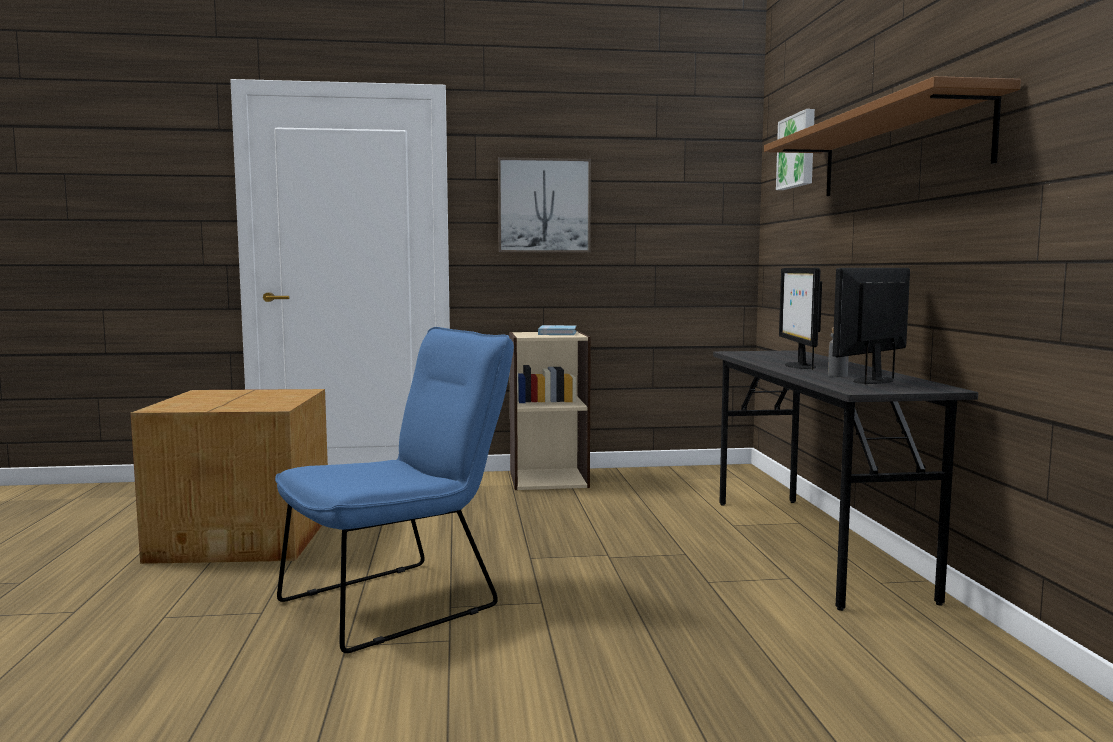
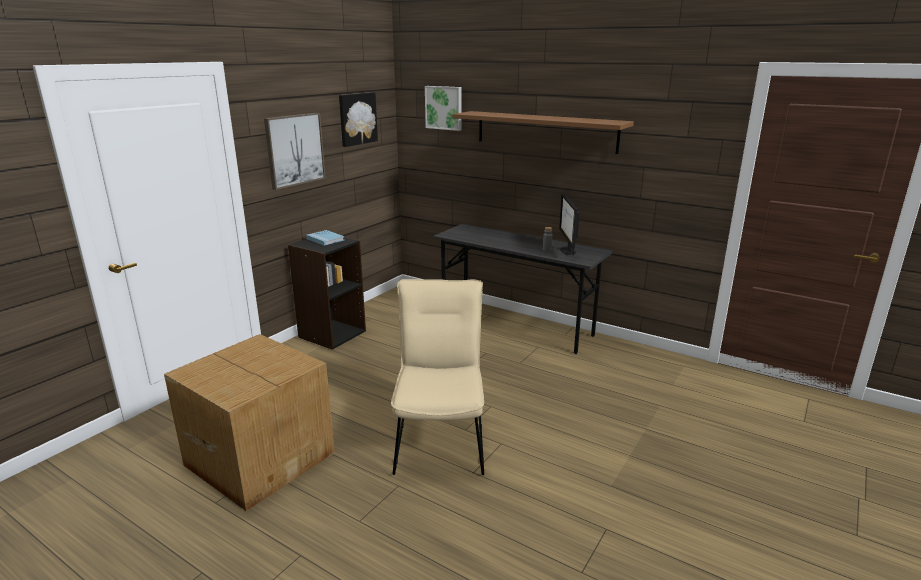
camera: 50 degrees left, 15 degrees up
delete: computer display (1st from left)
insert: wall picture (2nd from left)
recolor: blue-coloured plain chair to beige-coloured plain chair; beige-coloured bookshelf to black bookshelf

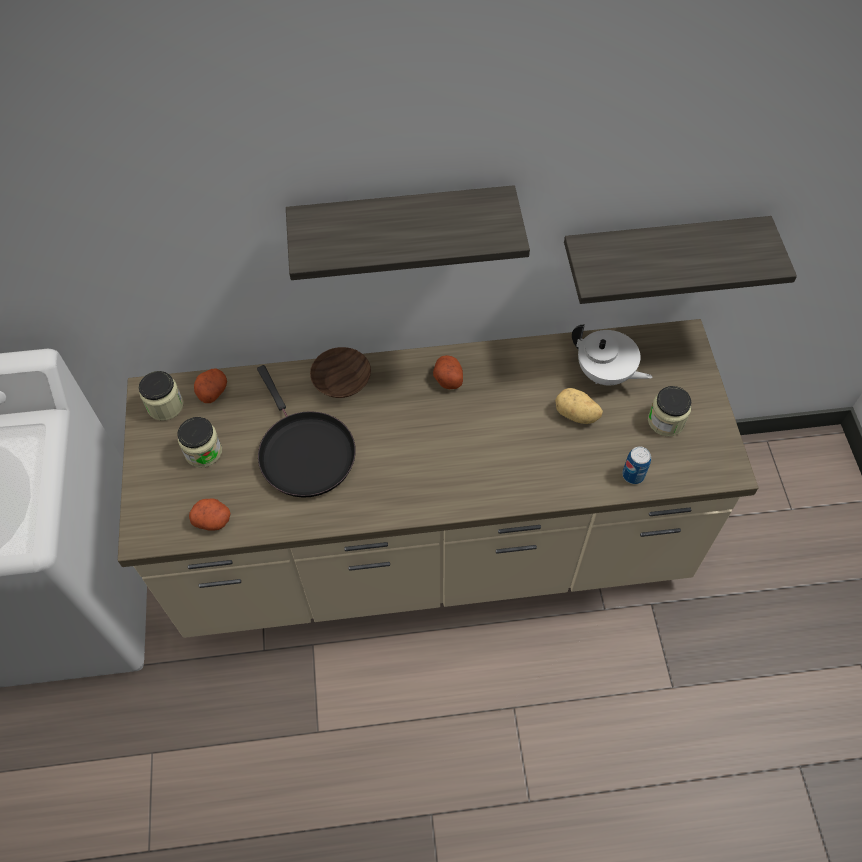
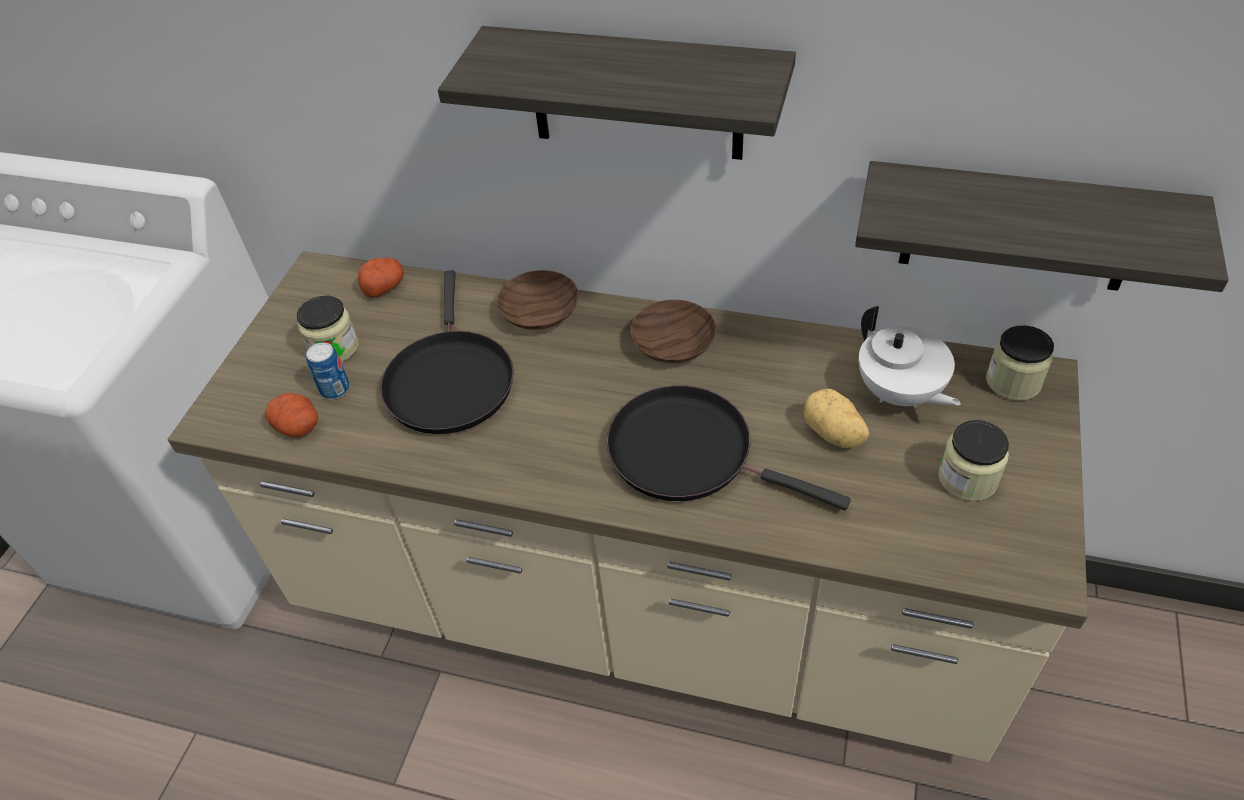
camera: 25 degrees right, 10 degrees down
insert: black frying pan (2nd from left)
move: storage jar (1st from left in the first image) to storage jar (3rd from left); metal can
replace: whole potato (3rd from left) to brown-coloured bowl (2nd from left)

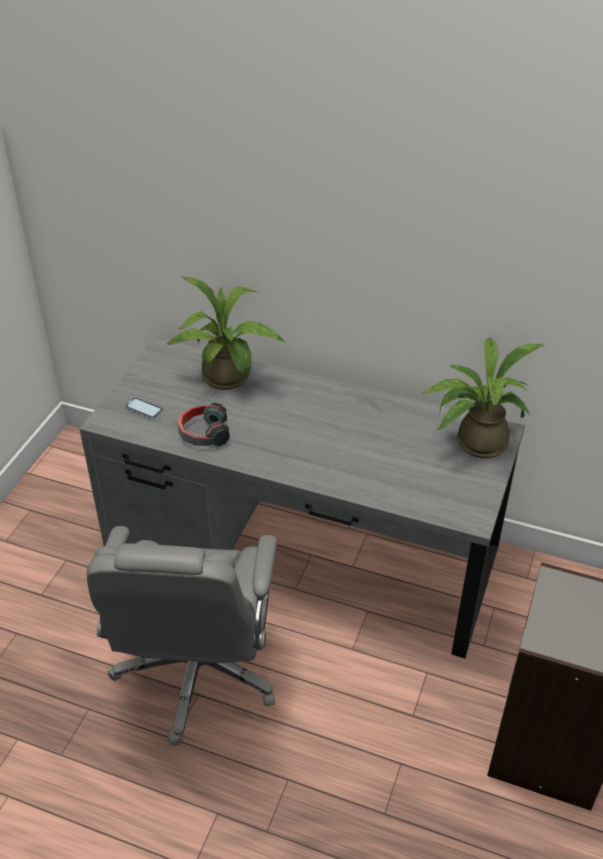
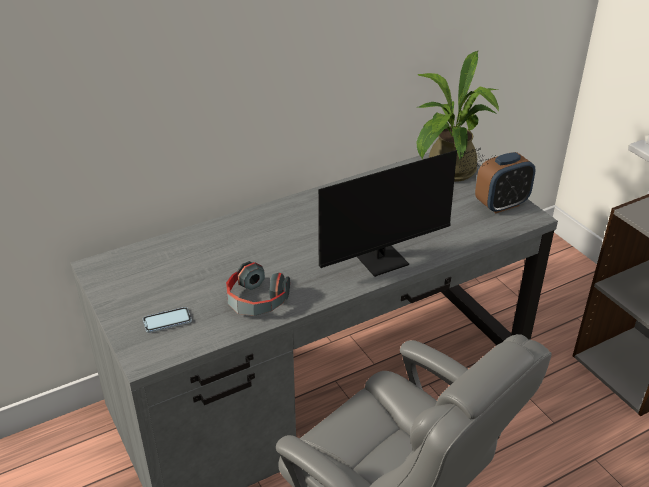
camera: 50 degrees left, 5 degrees down
delete: plant in a pot (1st from left)
insert: computer display; alarm clock

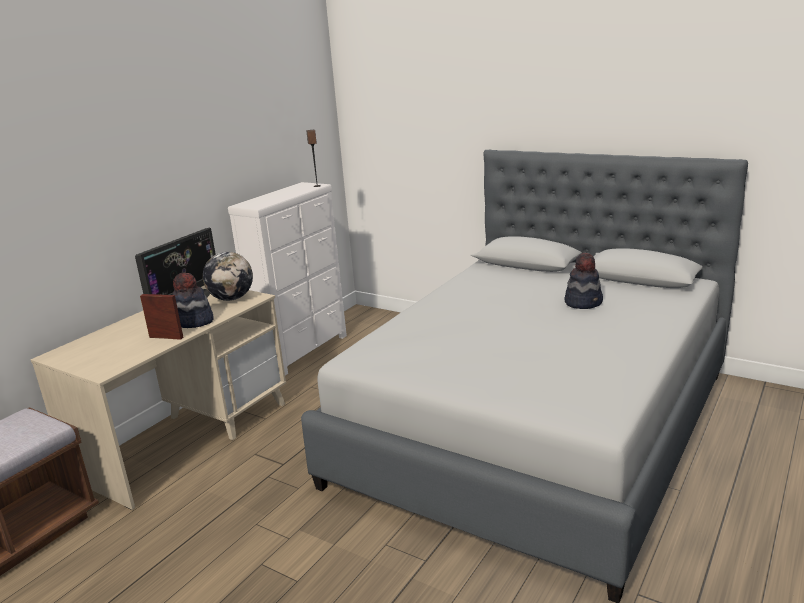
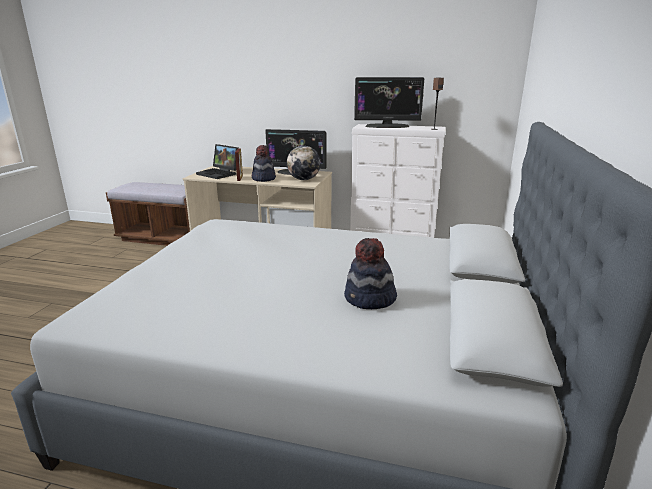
camera: 70 degrees right, 0 degrees up
insert: laptop; computer display (2nd from left)

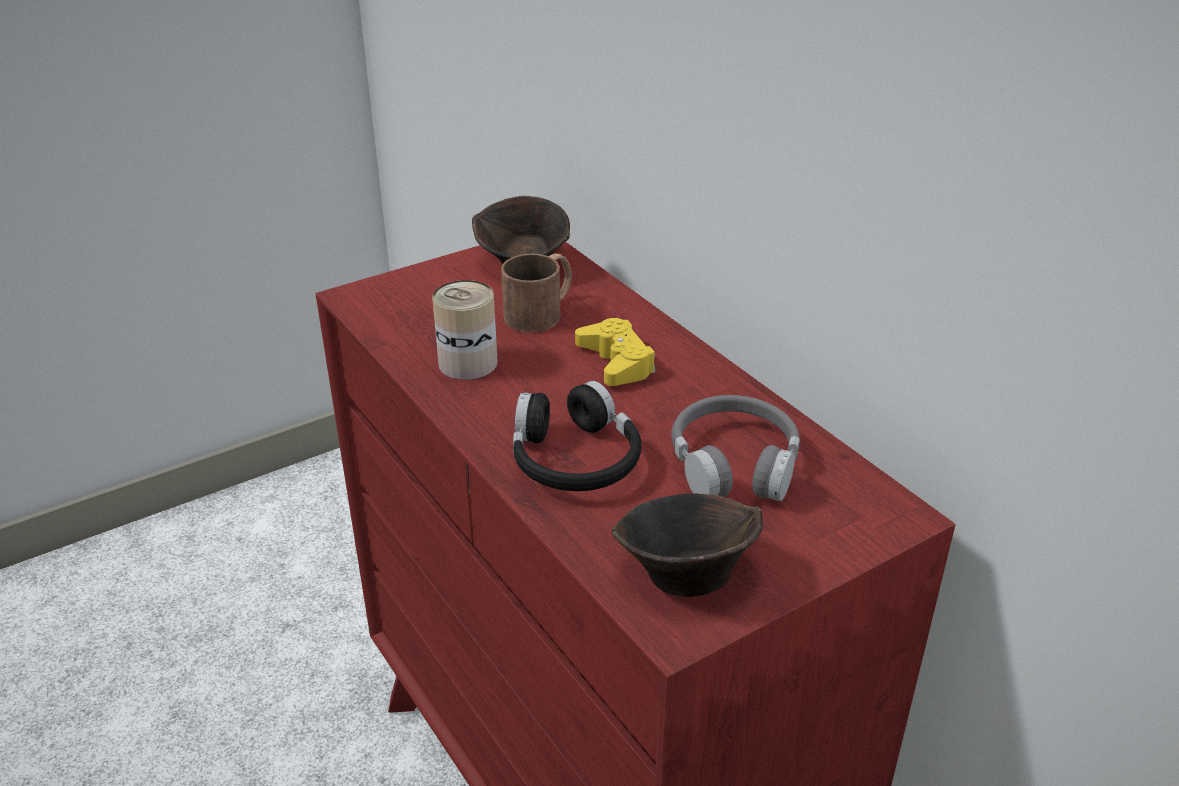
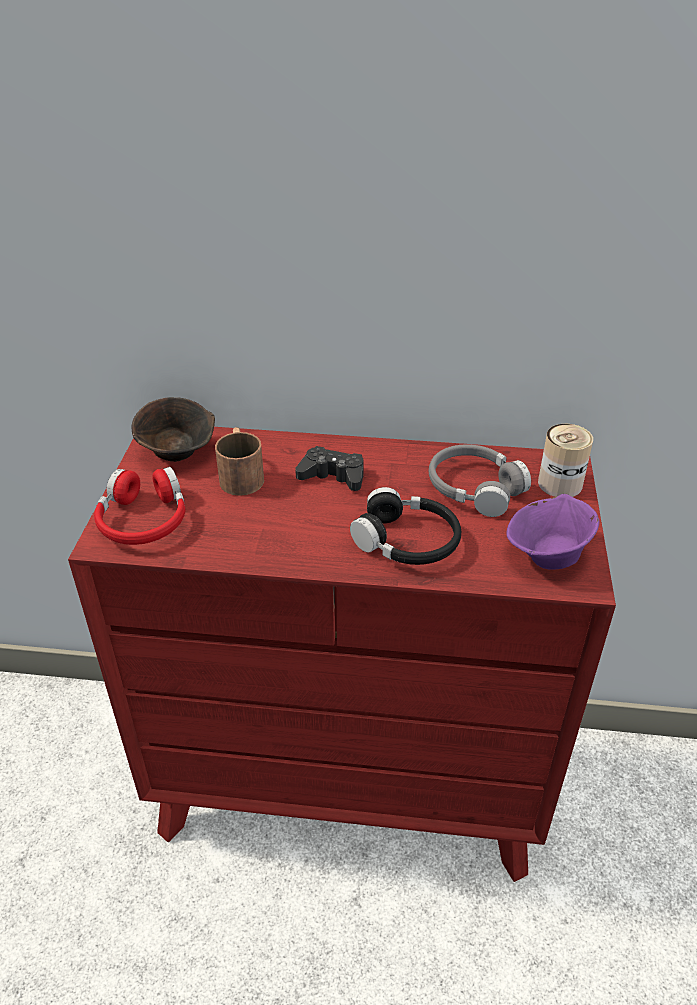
camera: 50 degrees left, 5 degrees up
insert: red-coloured pair of headphones
move: metal can
recolor: yellowish game controller to black game controller; brown-coloured bowl (2nd from left) to purple bowl

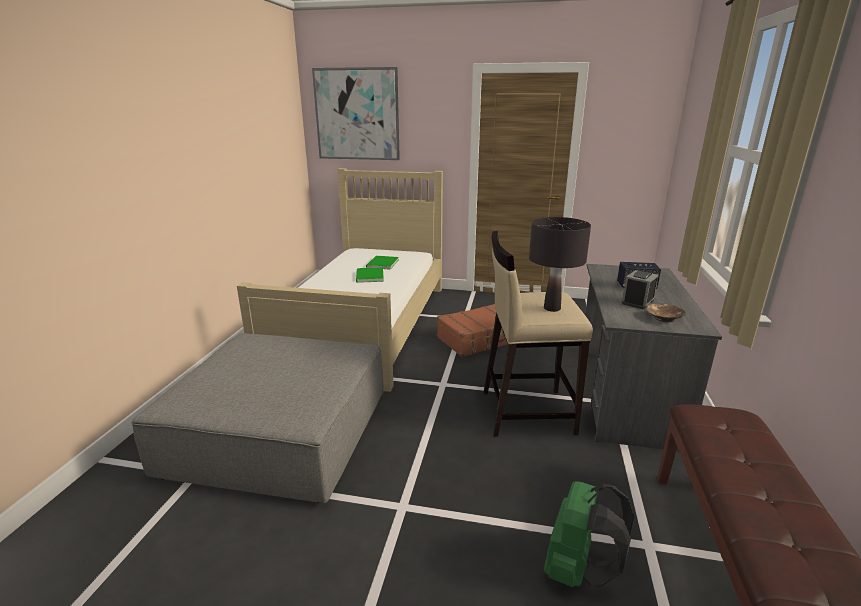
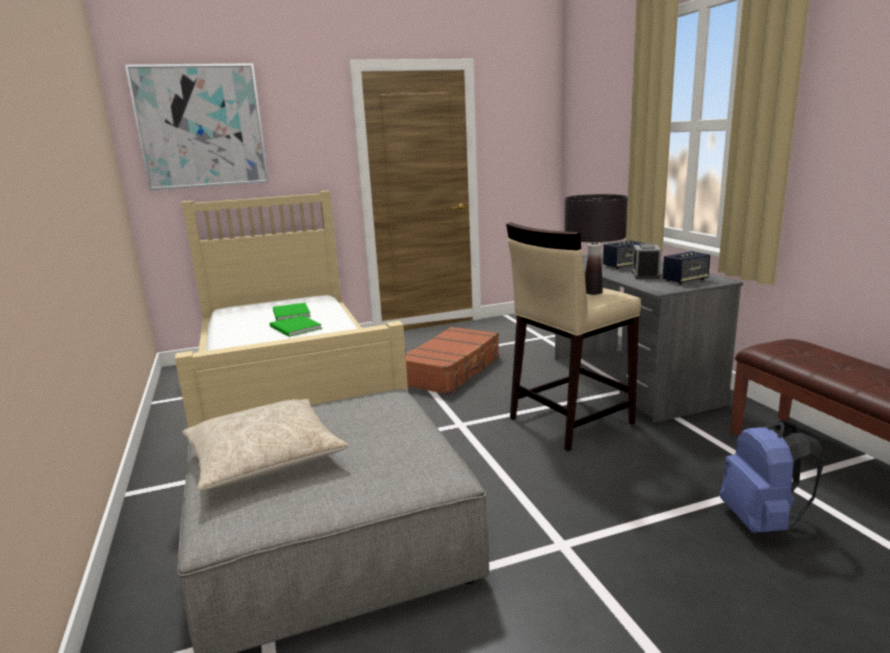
camera: 30 degrees left, 5 degrees down
insert: beige-coloured cushion
replace: brown-coloured bowl to audio speaker (2nd from left)
recolor: greenish rucksack to blue-coloured rucksack

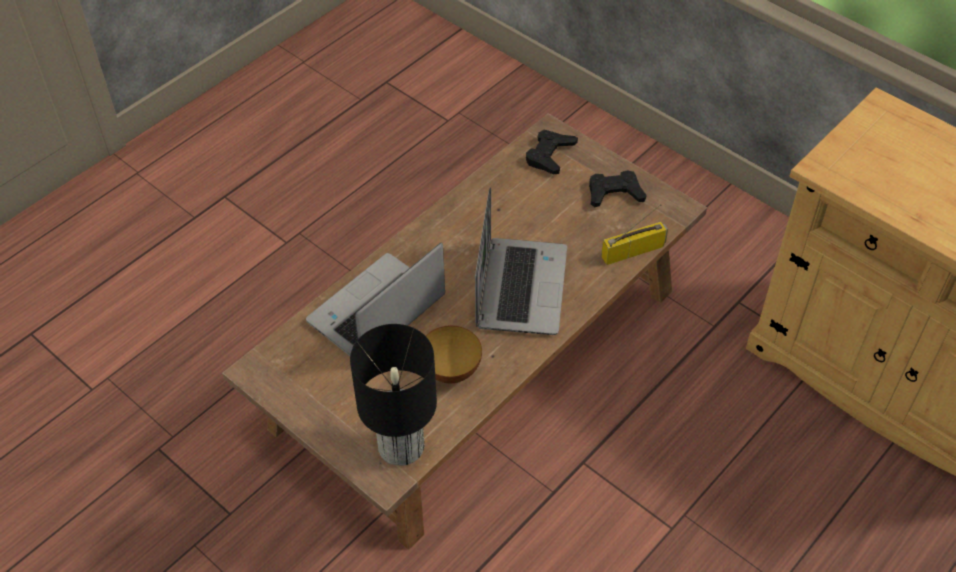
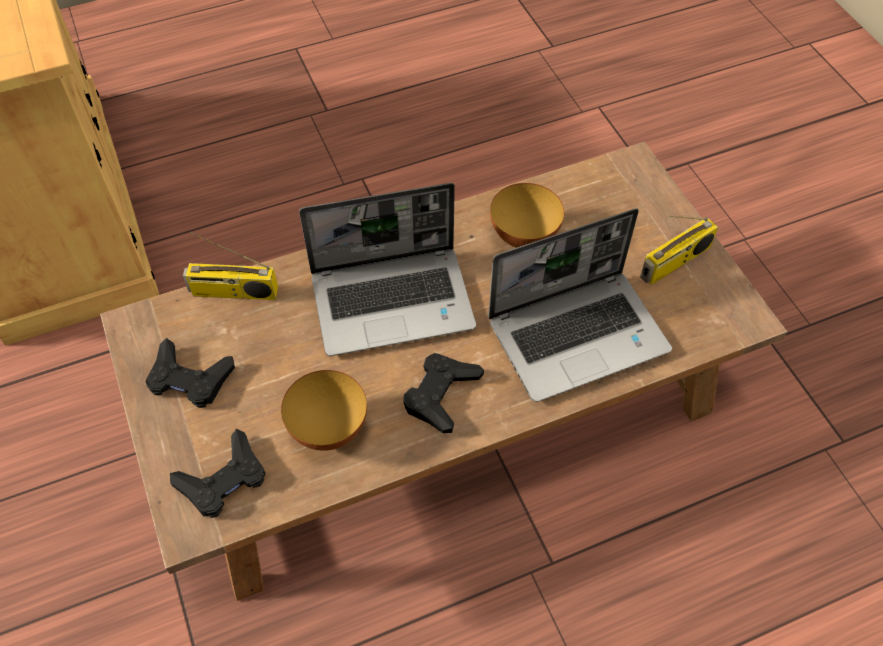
camera: 155 degrees left, 5 degrees up
delete: black tabletop lamp
insert: bowl (1st from left); black game controller (3rd from left); radio receiver (2nd from left)
rotate: laptop (2nd from left in the first image) 135 degrees counterclockwise

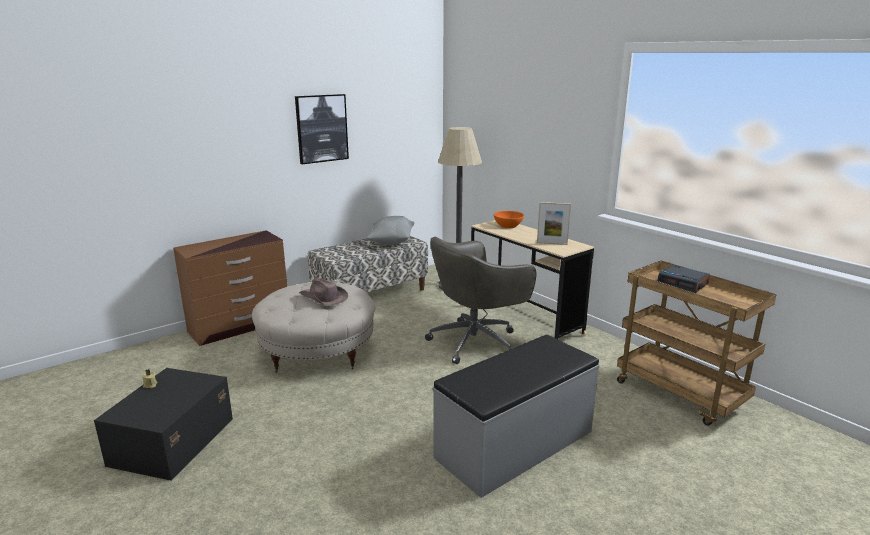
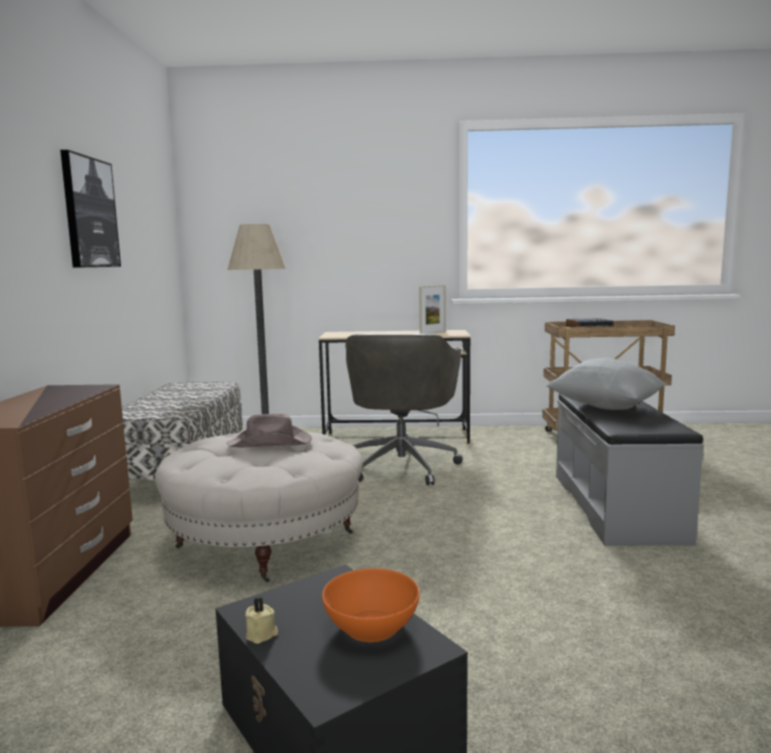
camera: 50 degrees left, 10 degrees down
move: grey cushion; orange bowl

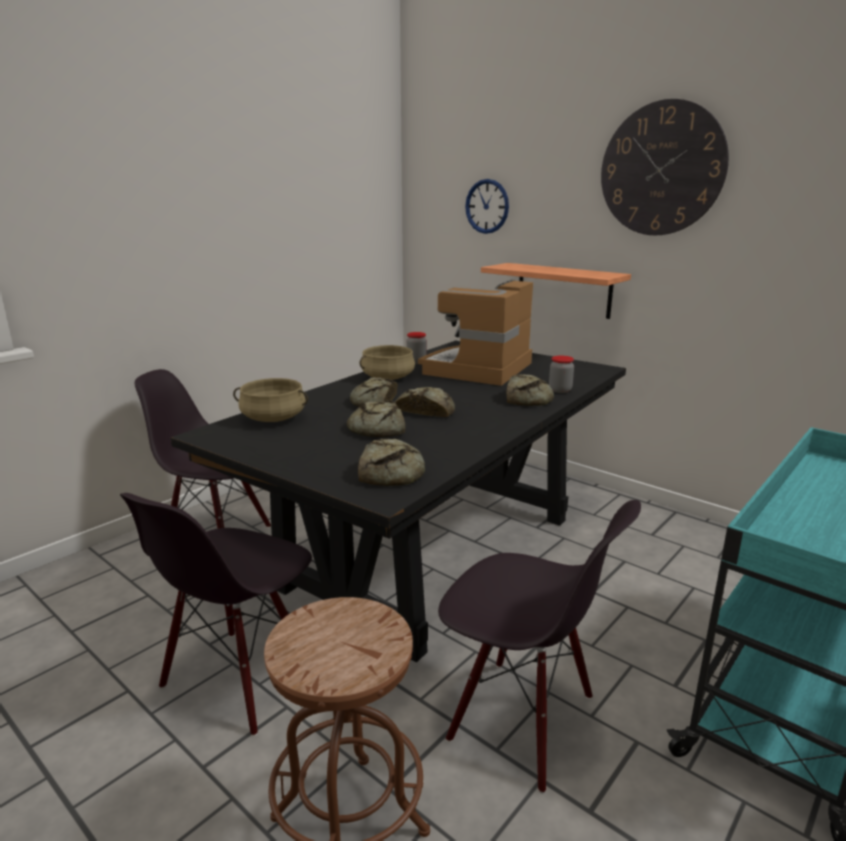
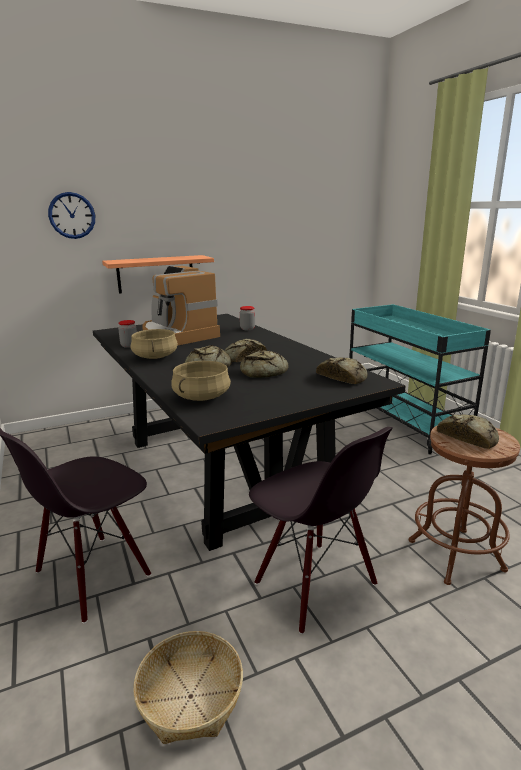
camera: 65 degrees left, 0 degrees up
delete: black plain chair (3rd from left); hanging clock (2nd from left)
insert: household basket
move: bakery bread (5th from left)

